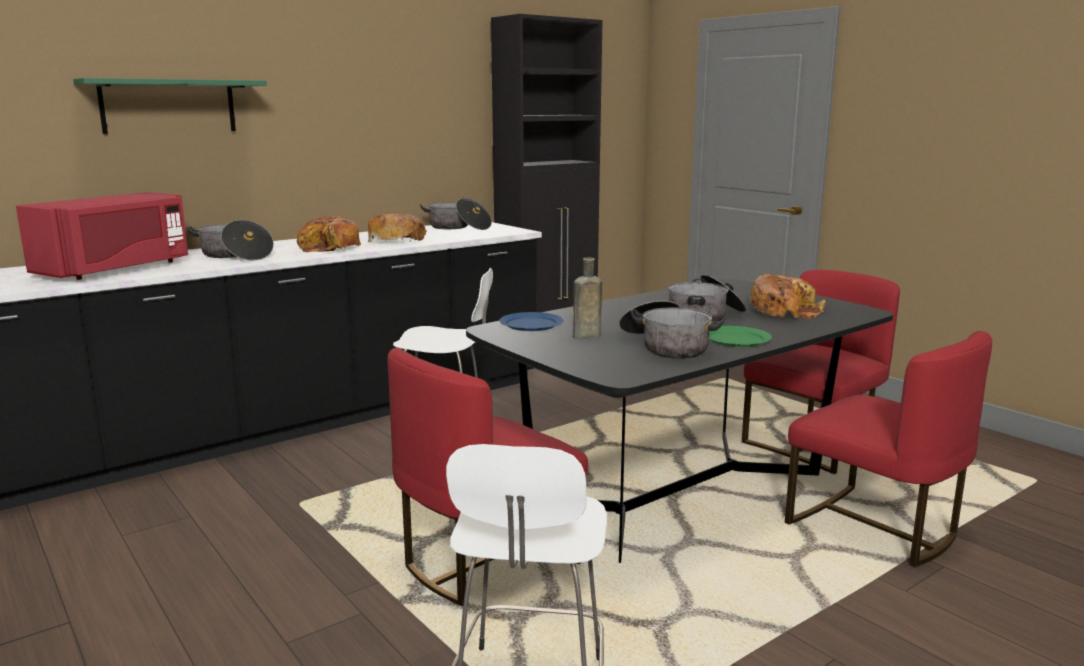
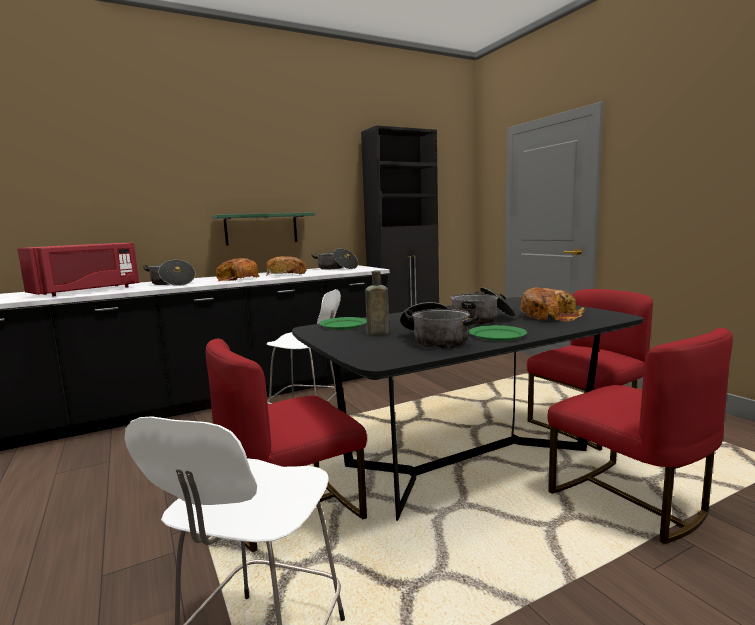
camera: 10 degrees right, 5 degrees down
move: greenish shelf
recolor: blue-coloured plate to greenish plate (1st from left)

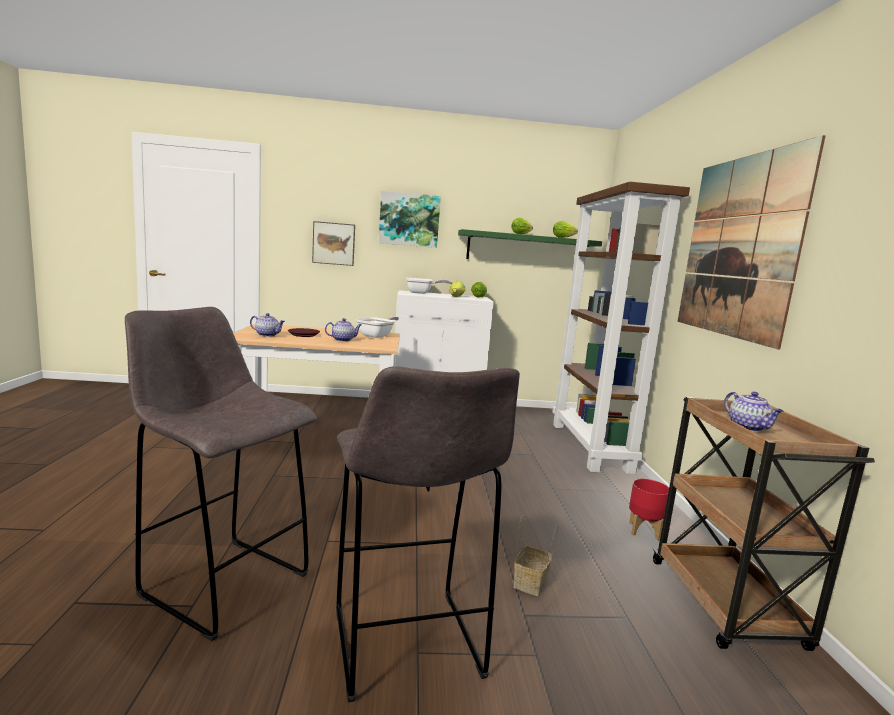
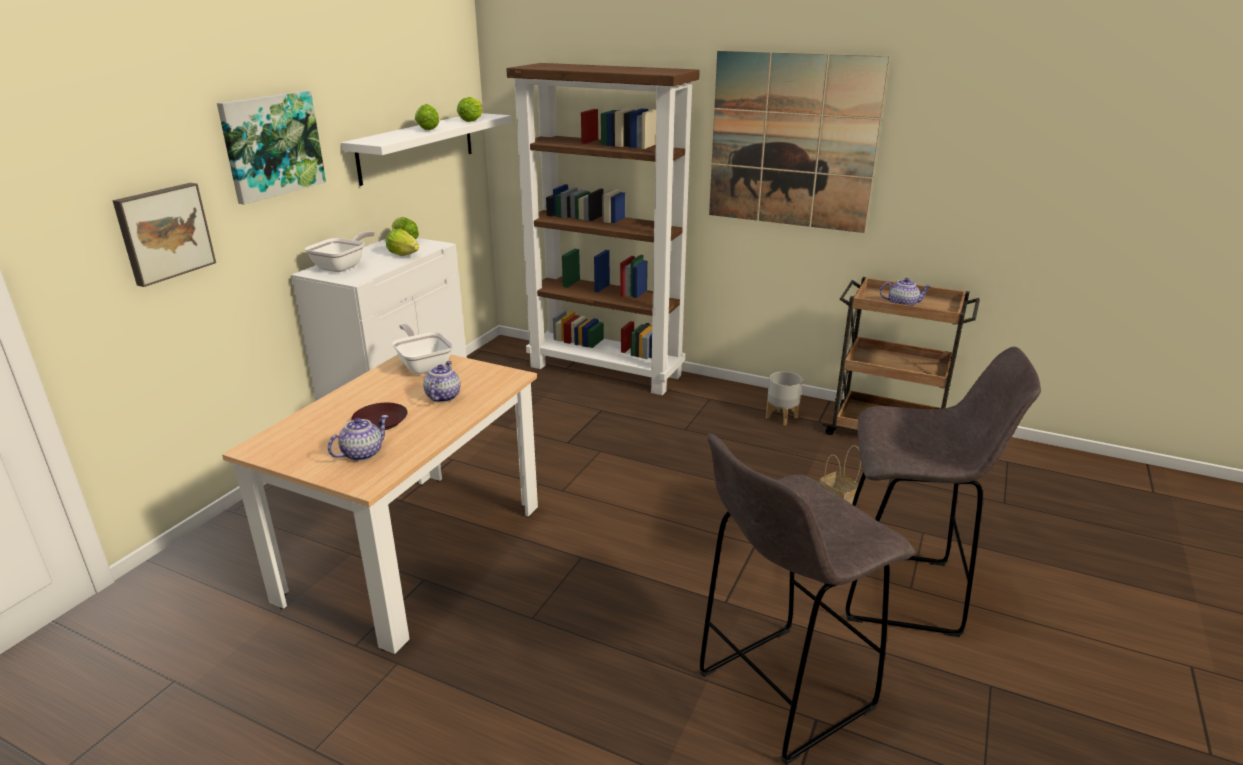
camera: 60 degrees left, 15 degrees up
recolor: greenish shelf to whitish shelf; red-coloured flower pot to grey flower pot

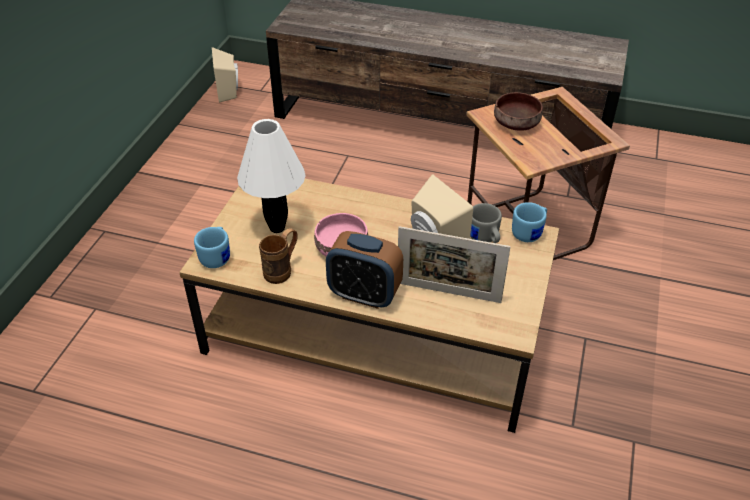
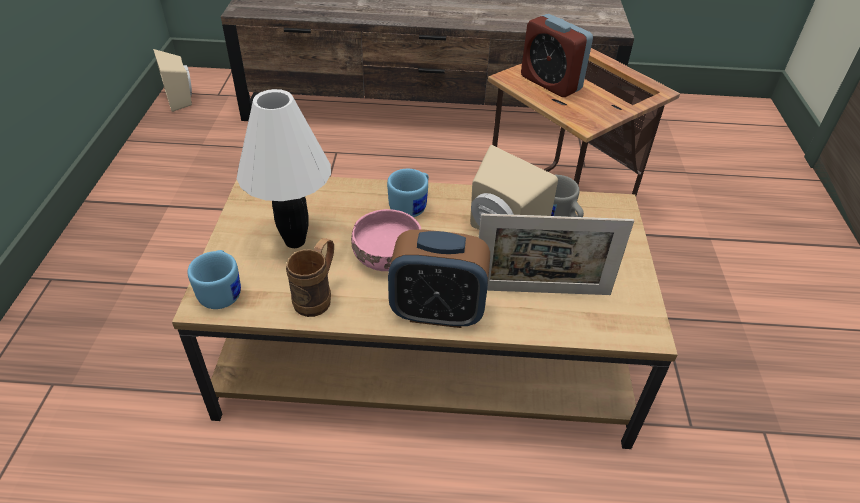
camera: 15 degrees left, 0 degrees up
move: blue-coloured mug (2nd from left)
replace: brown-coloured bowl to alarm clock (2nd from left)

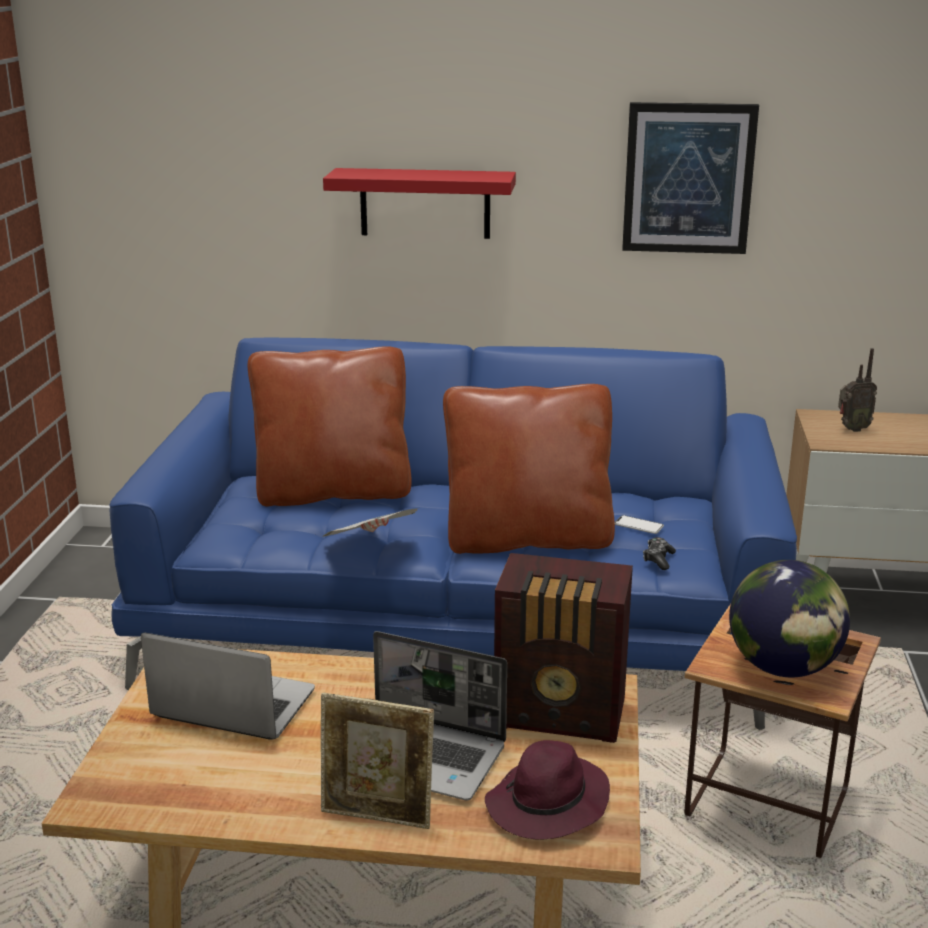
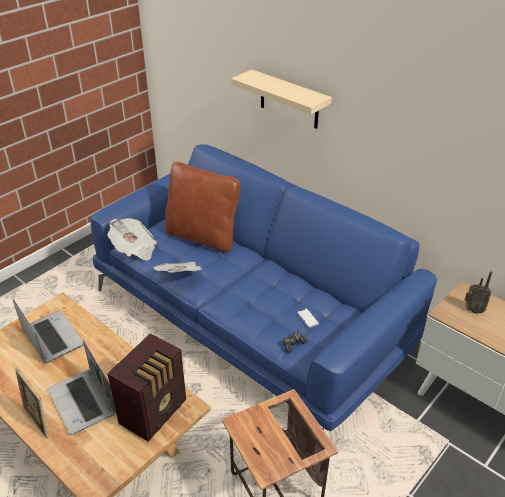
camera: 35 degrees right, 15 degrees up
delete: brown-coloured cushion (2nd from left); purple clothing hat; wall picture; desk globe
insert: daily paper (1st from left)
recolor: red-coloured shelf to beige-coloured shelf
rotate: radio receiver (1st from left) 105 degrees counterclockwise

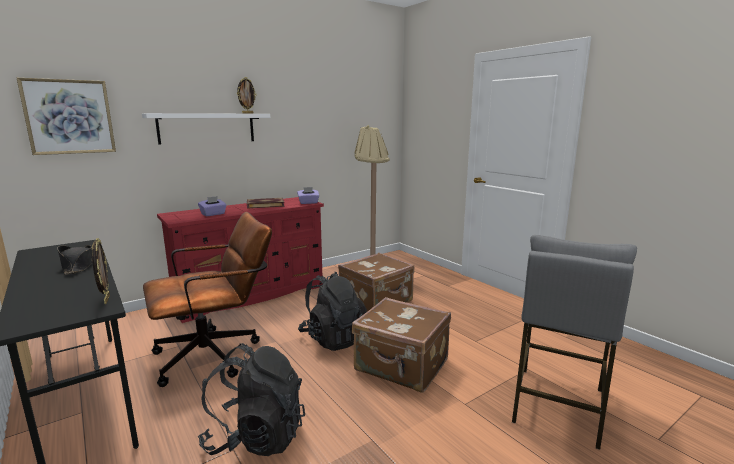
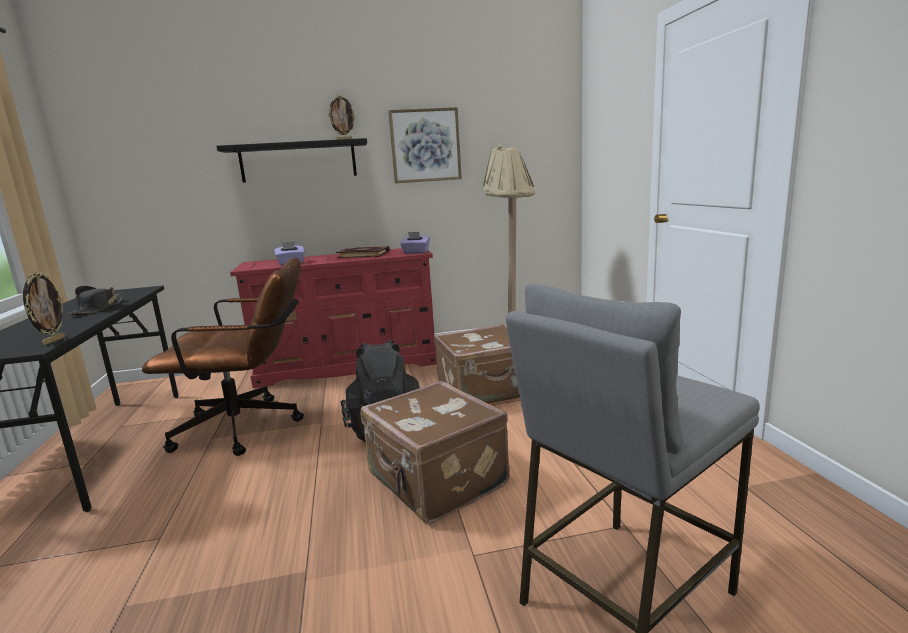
camera: 25 degrees right, 0 degrees up
delete: black rucksack (1st from left)
move: wall picture
recolor: whitish shelf to black shelf

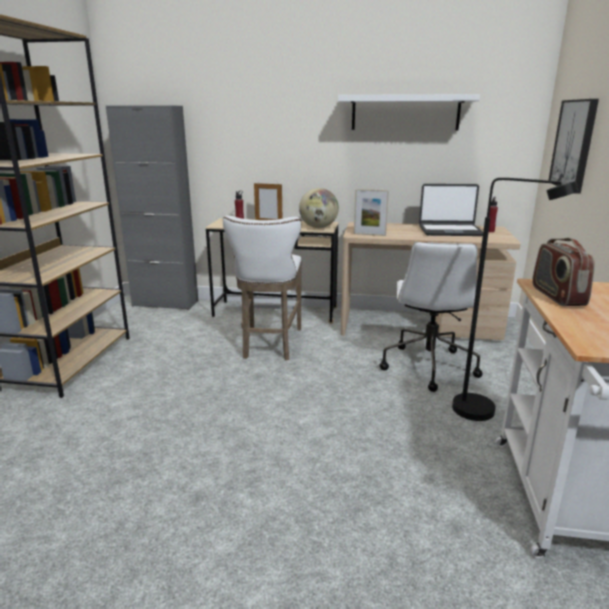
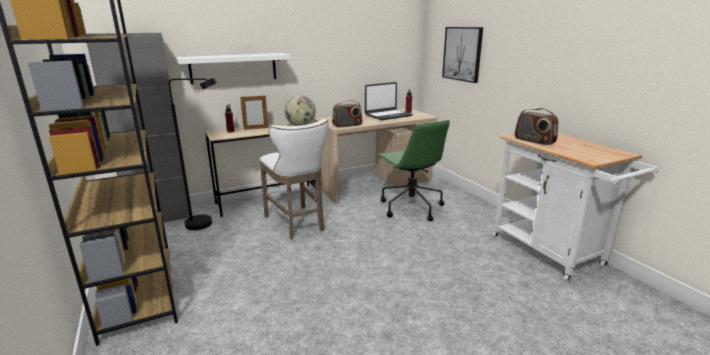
camera: 35 degrees left, 0 degrees up
move: whitish shelf; black standing lamp
replace: picture frame (2nd from left) to radio receiver (1st from left)
recolor: whitish computer chair to greenish computer chair

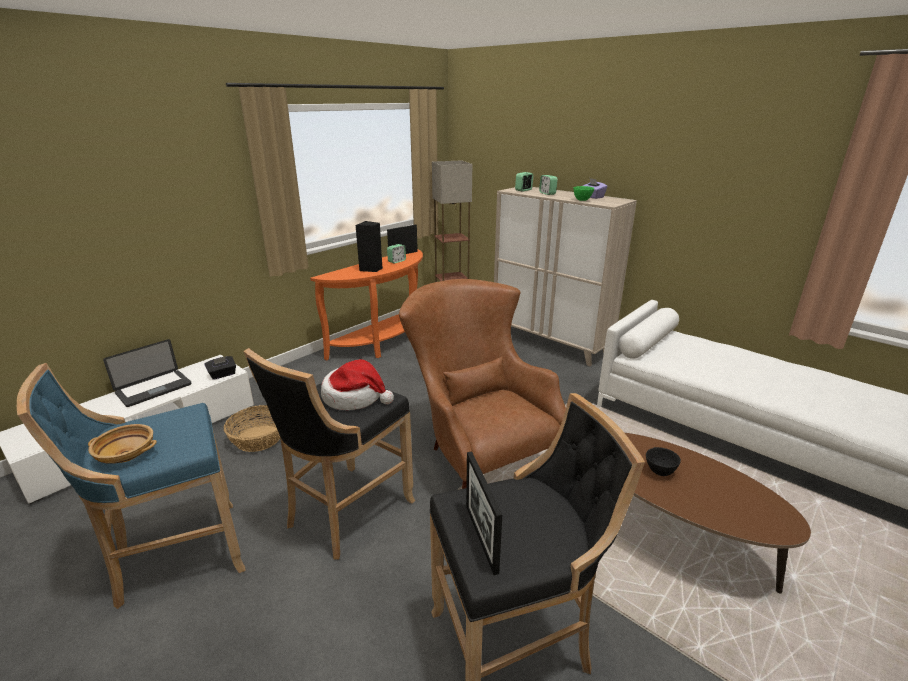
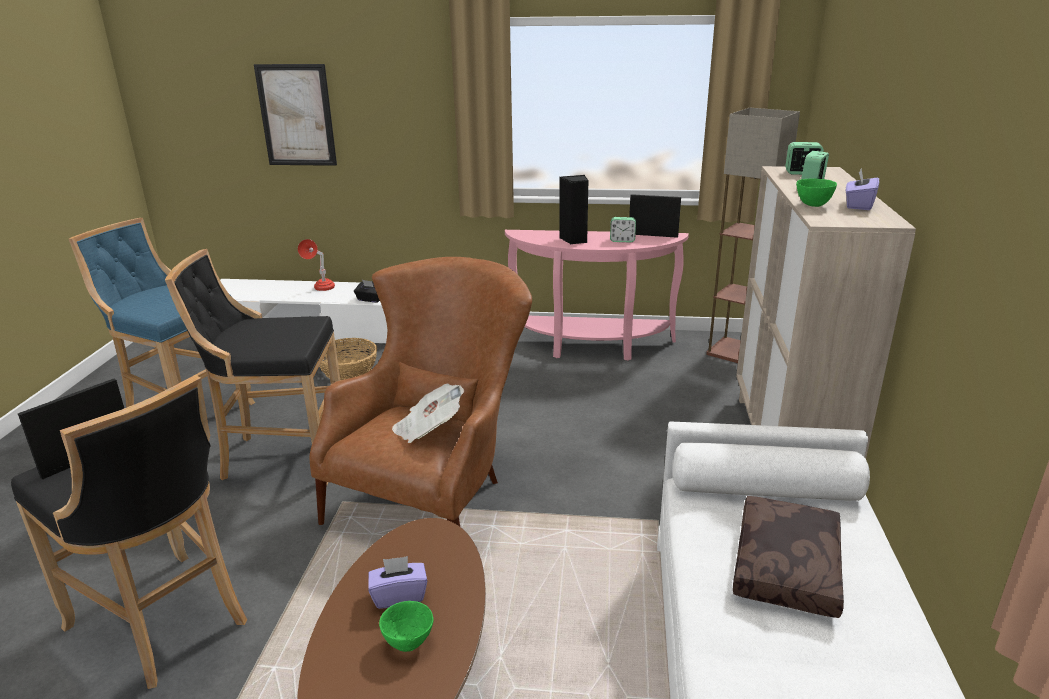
camera: 55 degrees right, 0 degrees up
delete: beige-coloured bowl; clothing hat
insert: wall picture; greenish bowl (1st from left); daily paper; brown-coloured cushion
replace: laptop to red-coloured tabletop lamp; black bowl to purple box of tissues (1st from left)
recolor: orange narrow table to pink-coloured narrow table

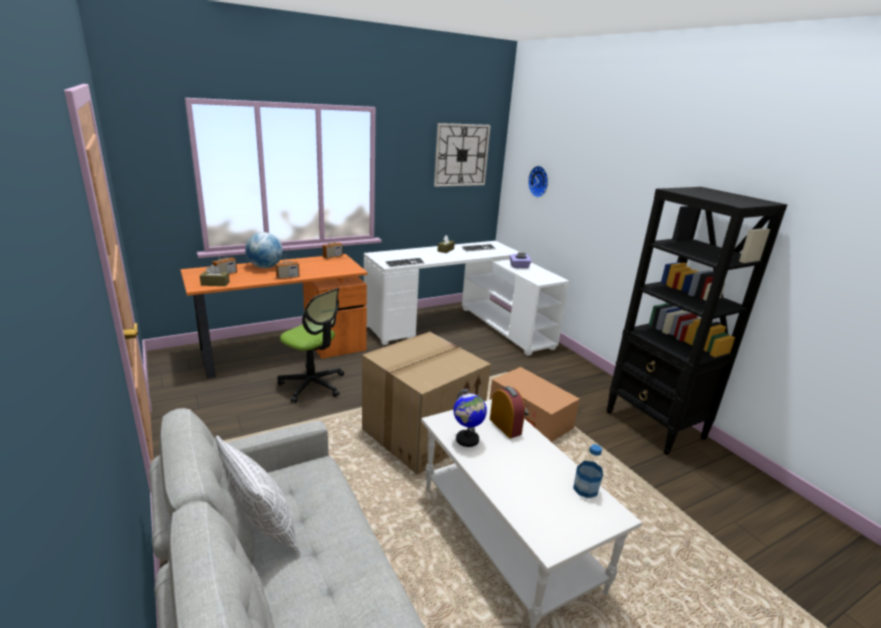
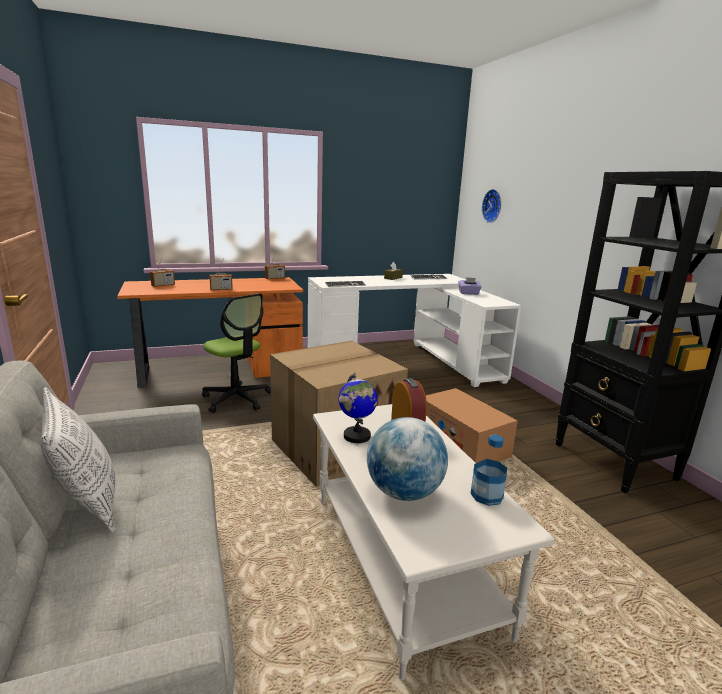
camera: 10 degrees right, 5 degrees down
delete: brown-coloured box of tissues (1st from left); hanging clock (1st from left)
move: desk globe (1st from left in the first image) to desk globe (2nd from left)

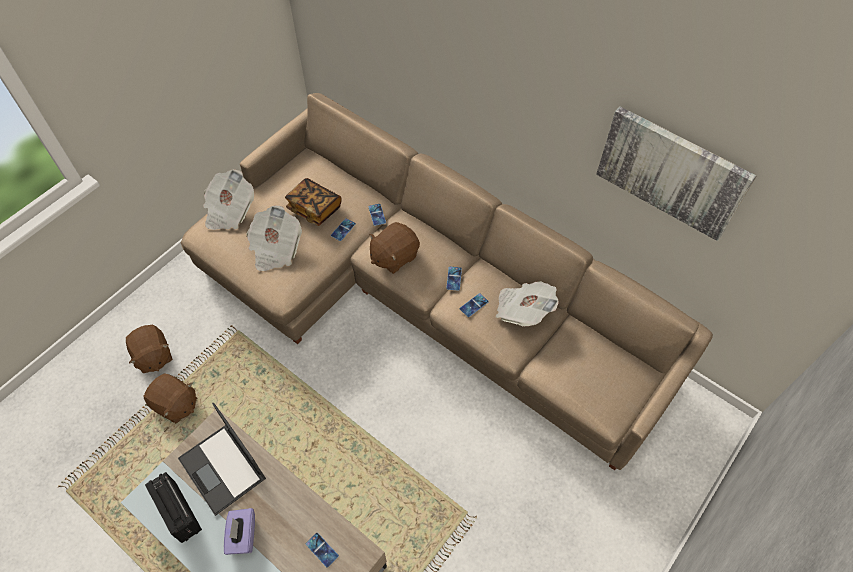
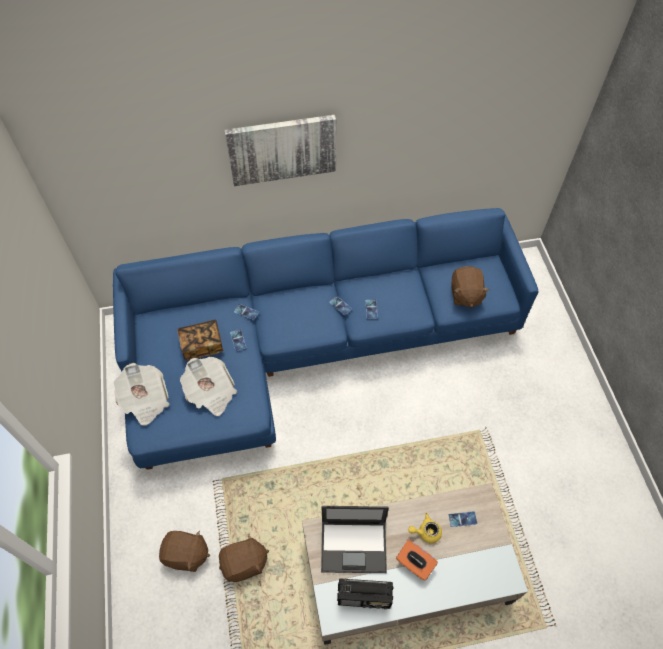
camera: 50 degrees left, 0 degrees up
delete: daily paper (3rd from left)
insert: yellowish tea pot
move: brown-coloured soft toy (3rd from left); wall picture
recolor: beige-coloured couch to blue-coloured couch; purple box of tissues to orange box of tissues

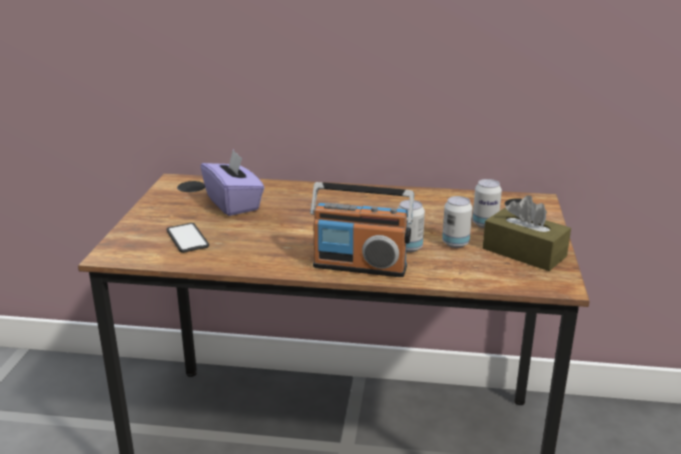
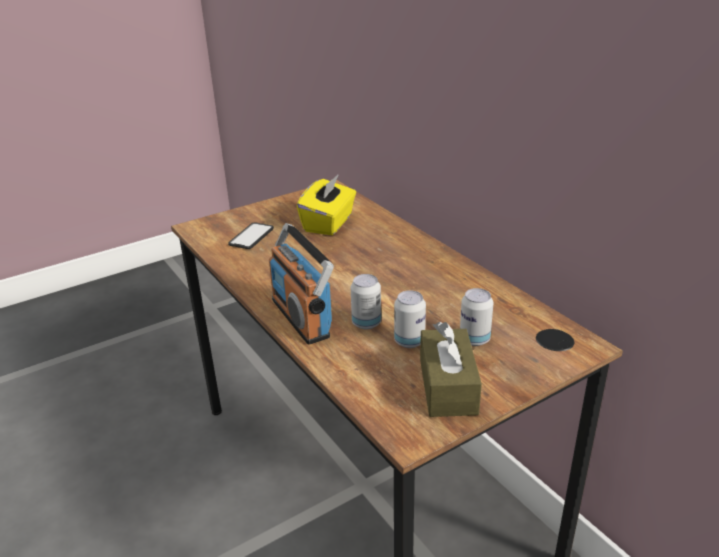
camera: 50 degrees right, 5 degrees up
recolor: purple box of tissues to yellowish box of tissues

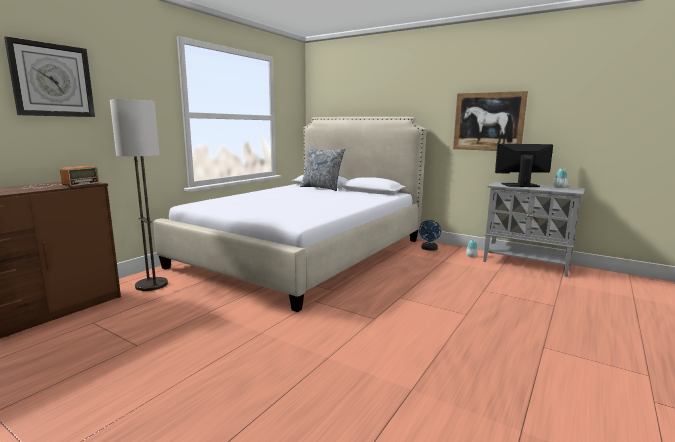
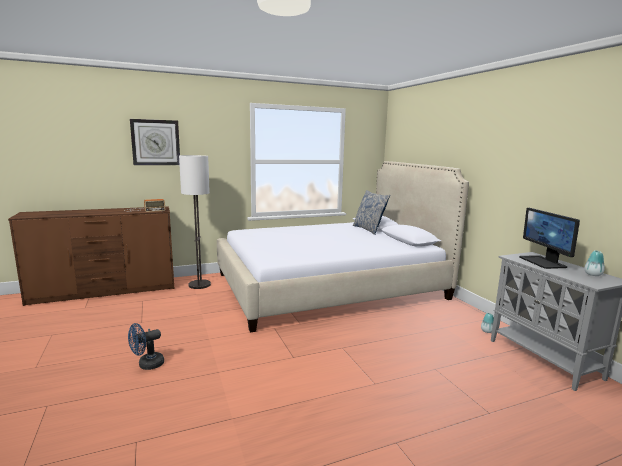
camera: 35 degrees right, 0 degrees up
delete: wall picture
move: blue-coloured electric fan
rotate: computer display 135 degrees counterclockwise

